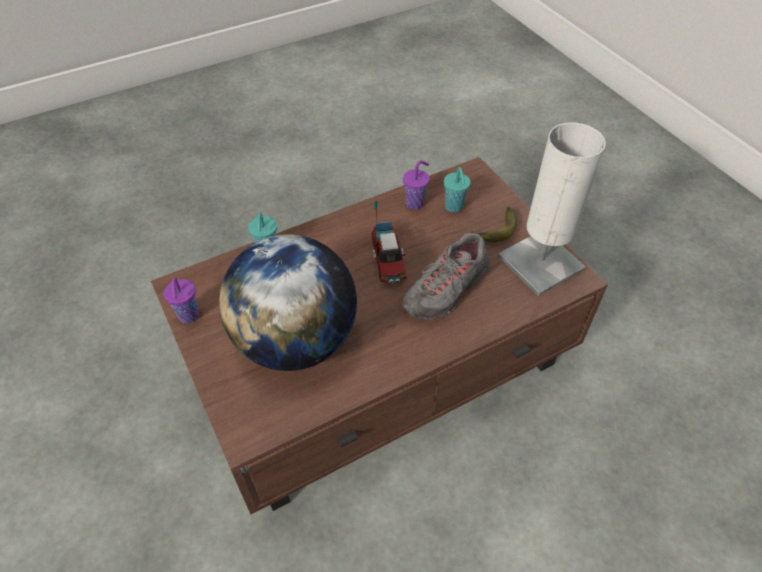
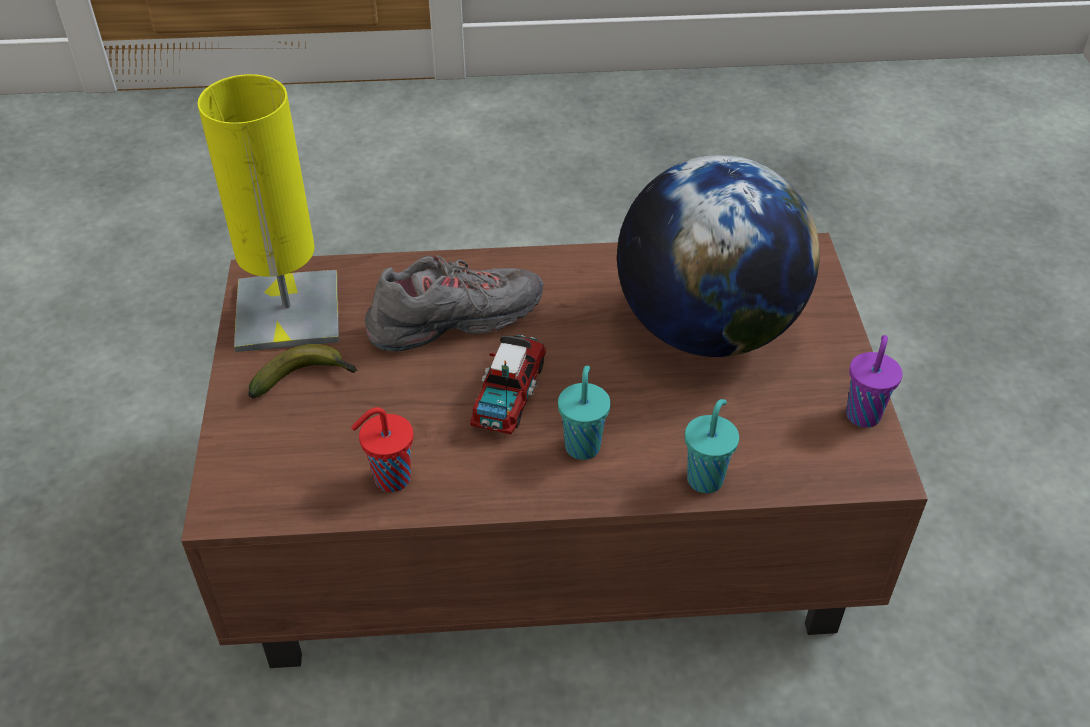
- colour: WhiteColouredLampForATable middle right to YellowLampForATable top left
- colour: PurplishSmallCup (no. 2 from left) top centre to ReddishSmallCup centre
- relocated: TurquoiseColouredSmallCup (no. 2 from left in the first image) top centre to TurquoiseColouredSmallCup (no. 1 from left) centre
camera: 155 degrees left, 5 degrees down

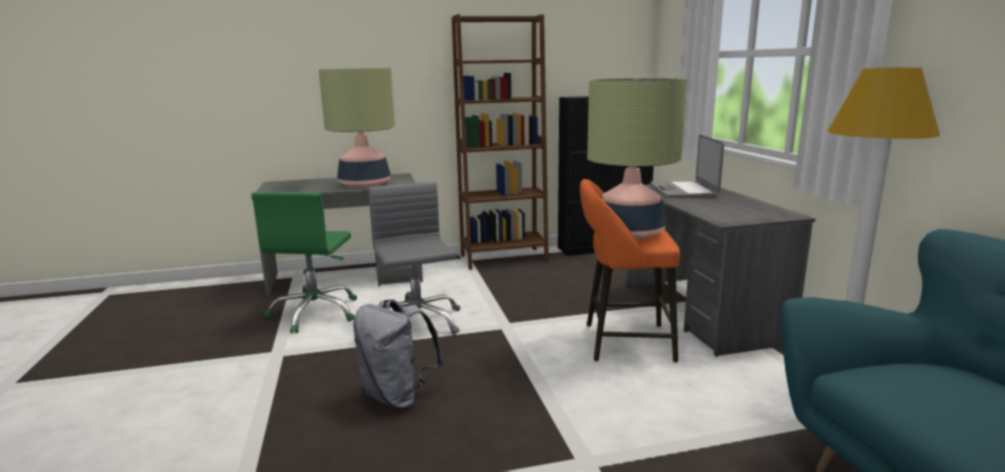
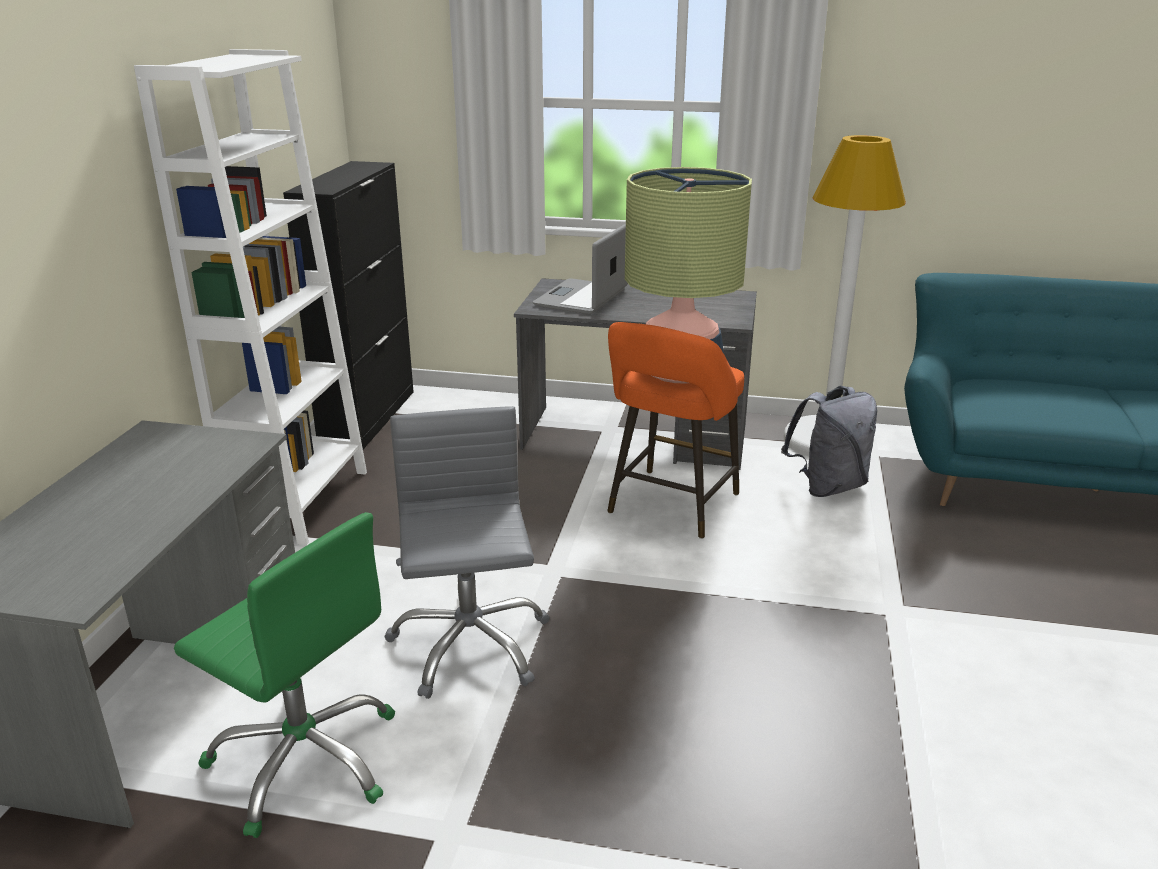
- colour: BrownishBookcase top centre to WhiteColouredBookcase middle left
- missing: LampForATable (no. 1 from left) top centre
- spun: Laptop middle right = top centre 90 degrees clockwise
- spun: GreyDeskChair centre = centre 75 degrees clockwise
- relocated: GreyRucksack bottom centre to middle right
camera: 65 degrees left, 10 degrees up

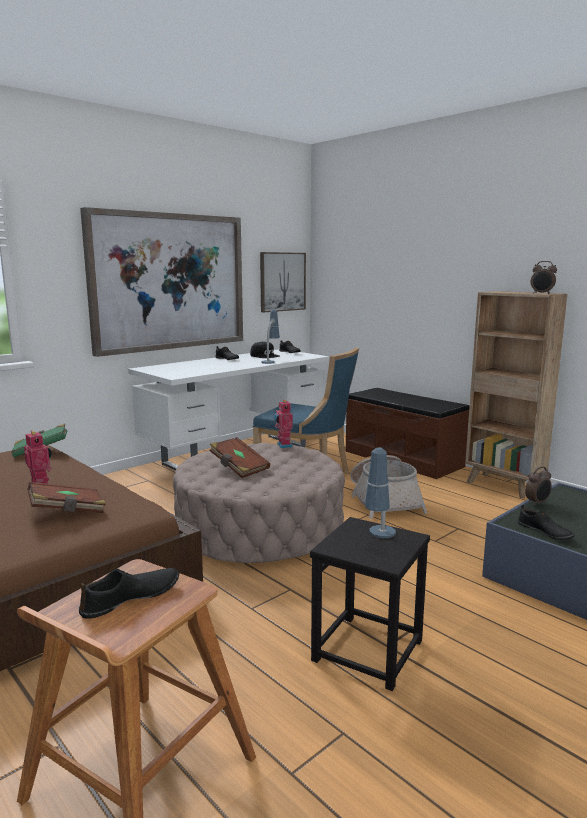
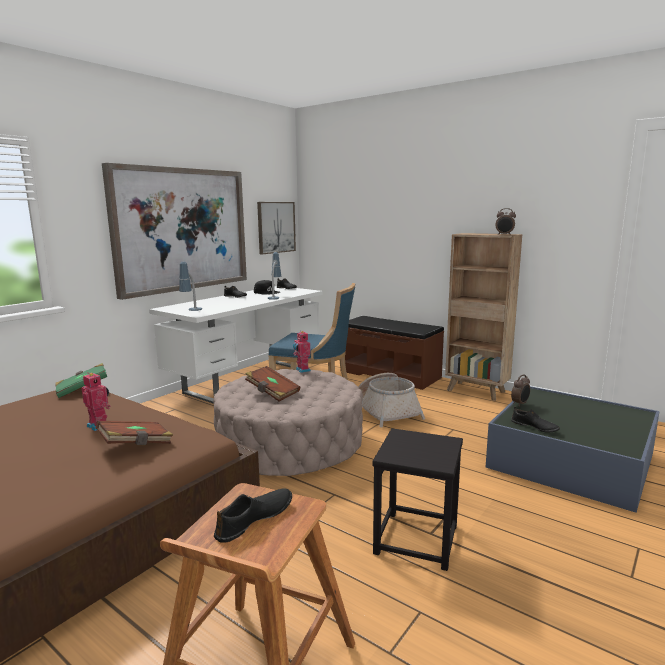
- relocated: LampForATable (no. 2 from left in the first image) centre to LampForATable (no. 1 from left) middle left
camera: 10 degrees left, 0 degrees up

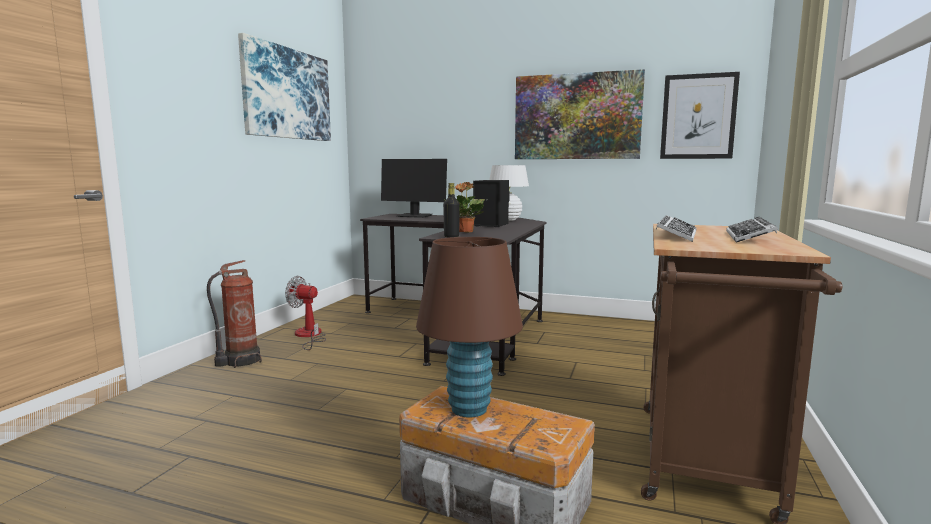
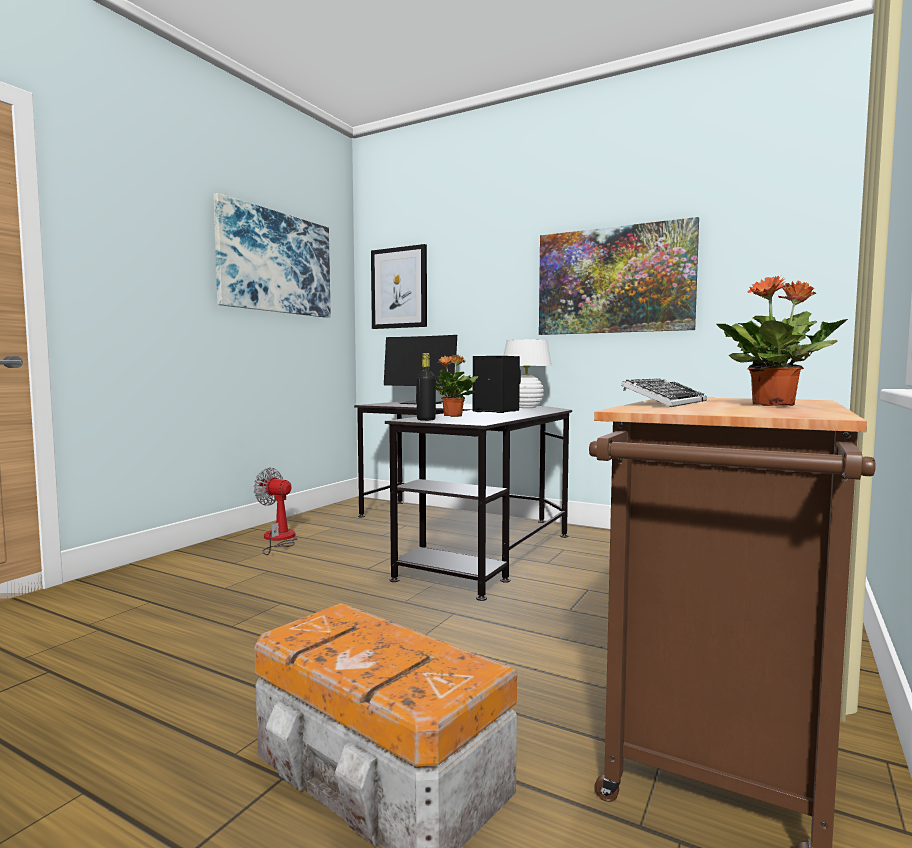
- relocated: Picture (no. 3 from left in the first image) top right to Picture (no. 2 from left) centre
- exchanged: Keyboard (no. 2 from left) middle right to Houseplant (no. 2 from left) middle right
- missing: BrownishLampForATable centre
- missing: FireFightingCylinder middle left
camera: 10 degrees right, 5 degrees down

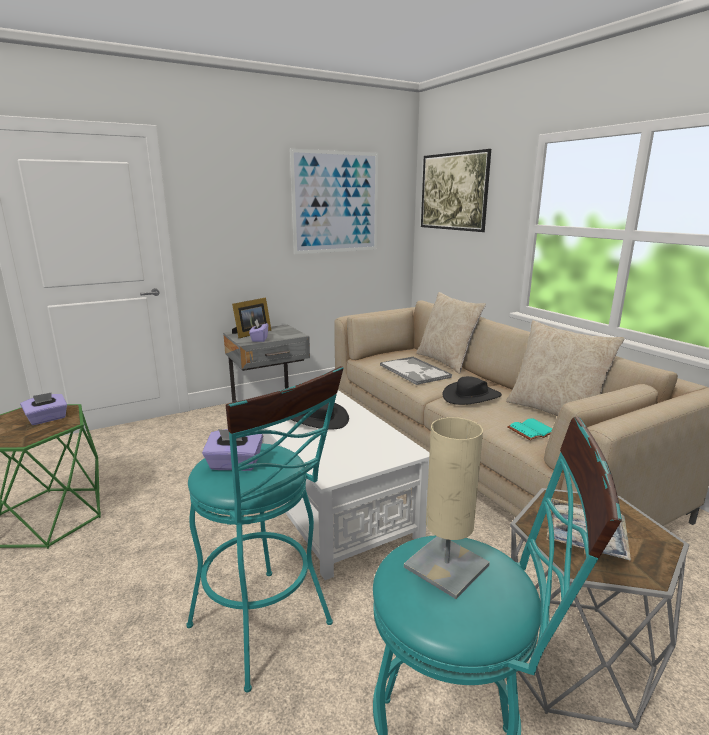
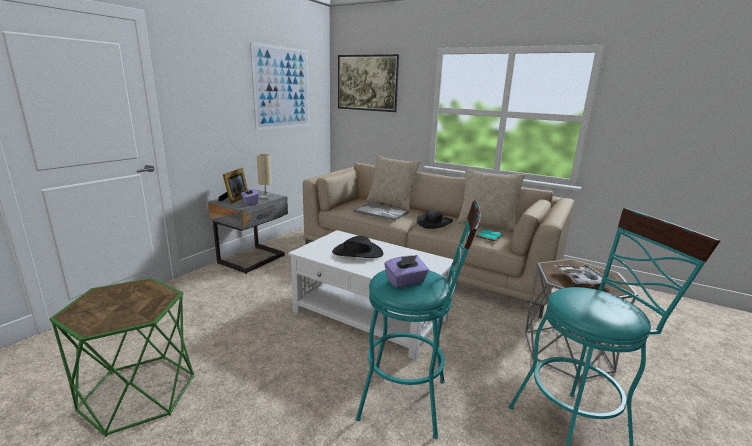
- missing: PurplishBoxOfTissues (no. 1 from left) middle left
- relocated: BeigeColouredLampForATable bottom centre to centre
camera: 30 degrees left, 0 degrees up

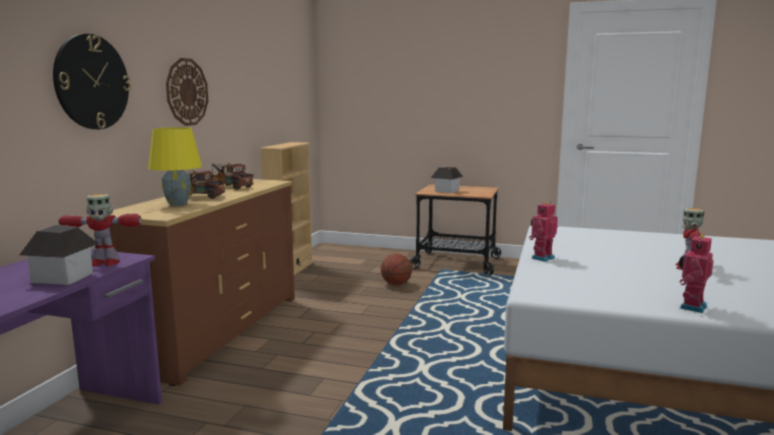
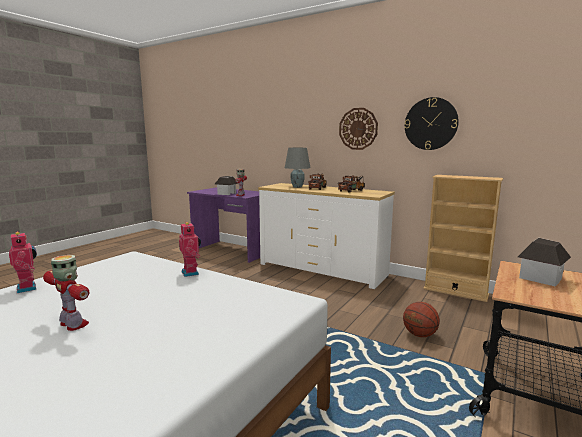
- relocated: ClockOnTheWall (no. 1 from left in the first image) top left to ClockOnTheWall (no. 2 from left) top right
- colour: YellowLampForATable middle left to GreyLampForATable centre
- colour: BrownishDrawerChest middle left to WhiteColouredDrawerChest centre
camera: 105 degrees right, 0 degrees up

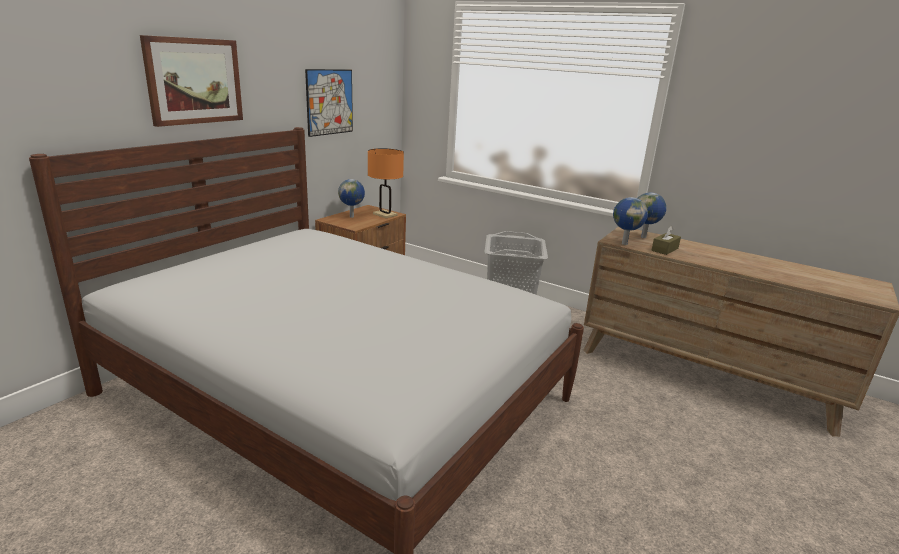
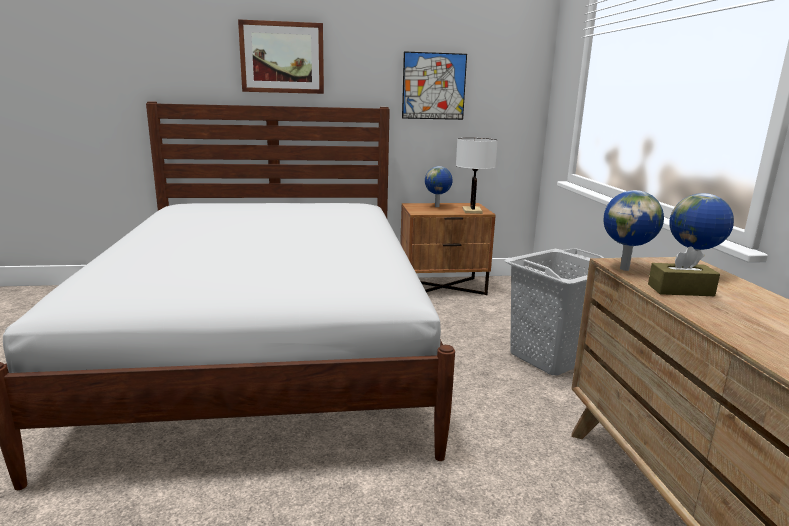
- colour: OrangeLampForATable top centre to WhiteColouredLampForATable centre
camera: 50 degrees right, 5 degrees down

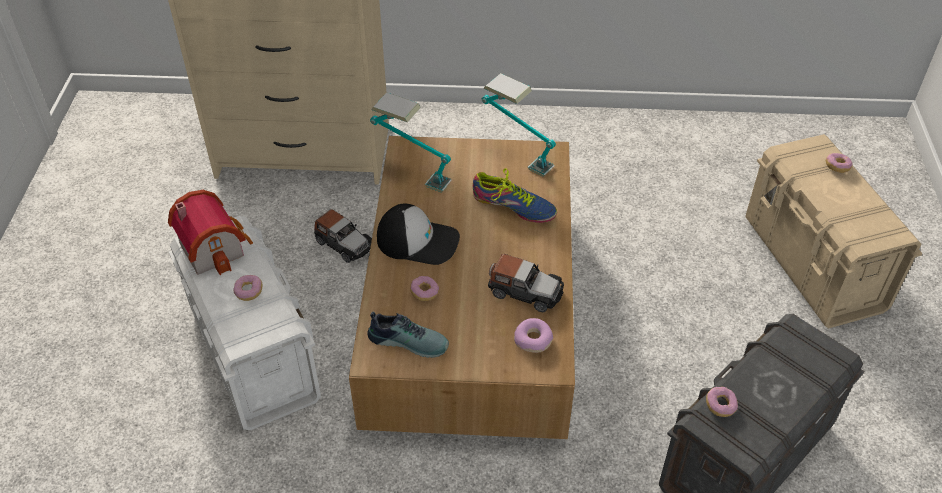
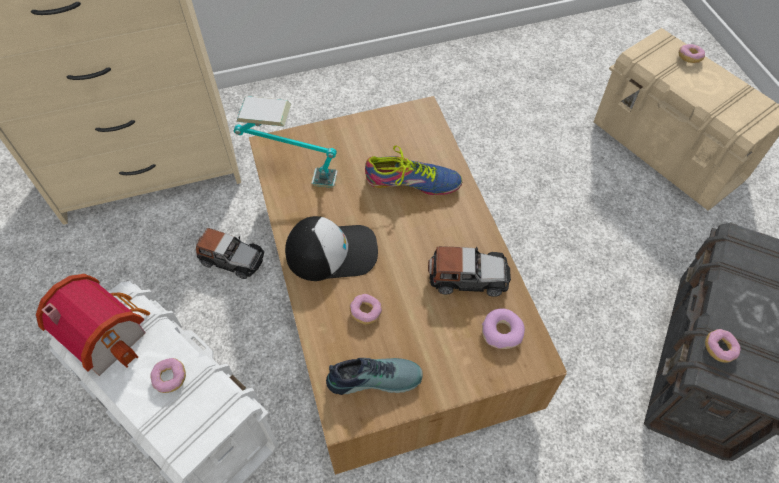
- missing: LampForATable (no. 2 from left) top centre
camera: 20 degrees left, 10 degrees up

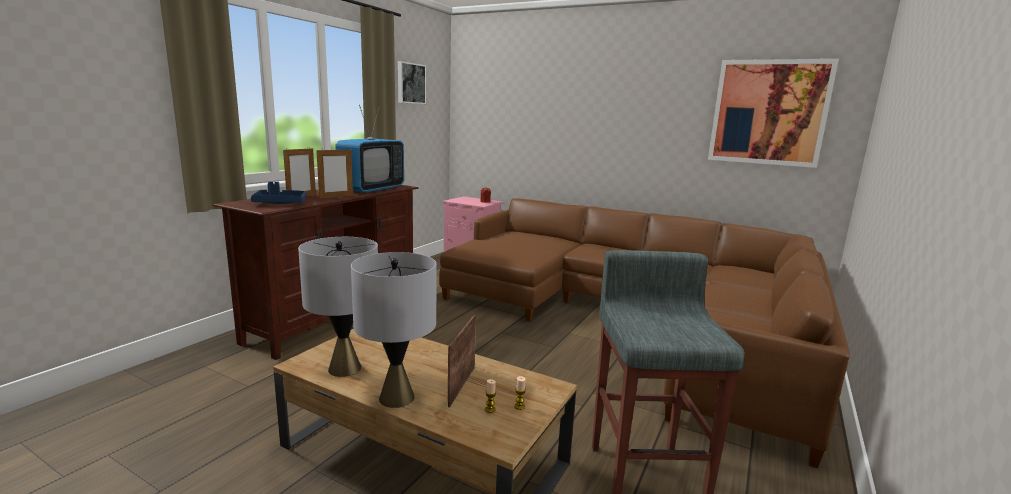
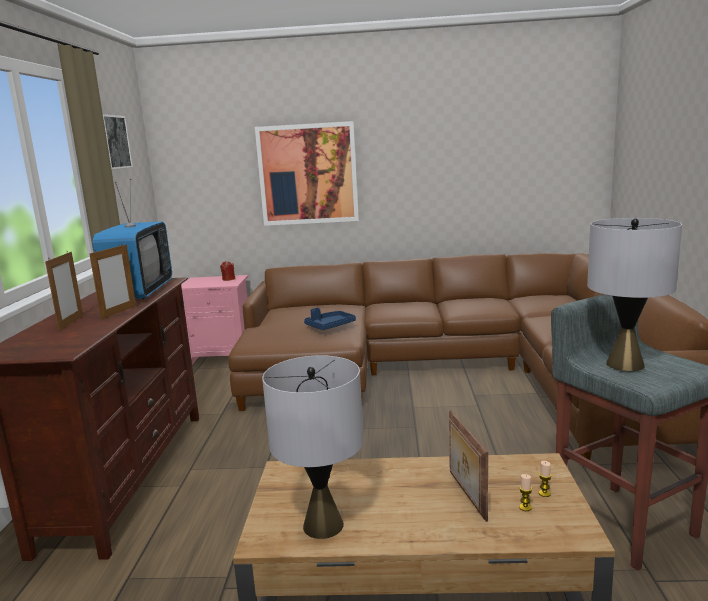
- relocated: Picture (no. 2 from left) top right to top centre
- relocated: BlueCarryingTray middle left to centre
- relocated: GreyLampForATable (no. 2 from left) bottom centre to middle right
camera: 25 degrees left, 0 degrees up

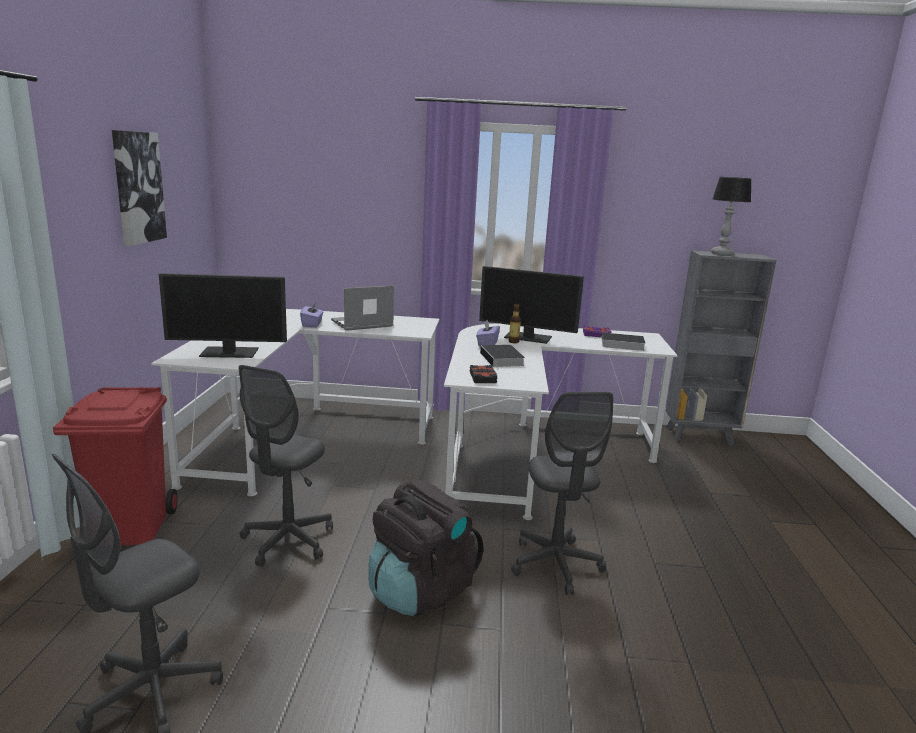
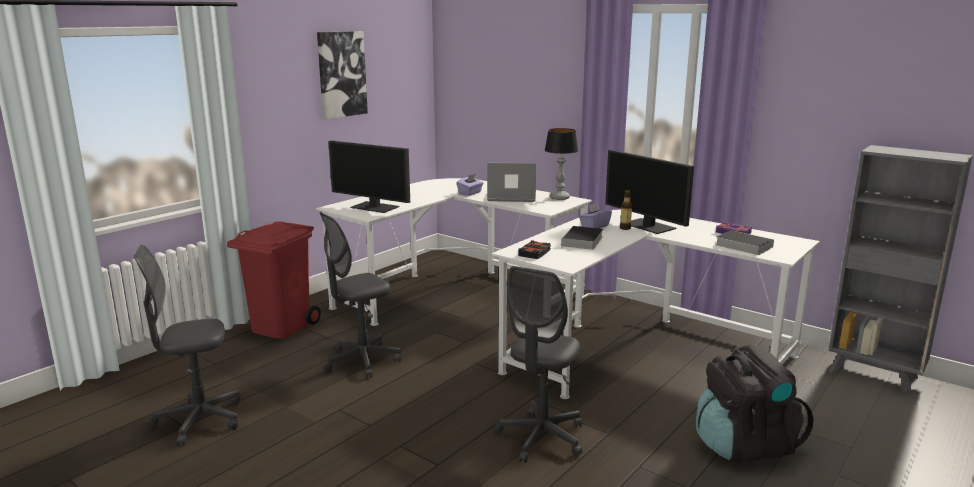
- relocated: LampForATable top right to centre
- relocated: BlackRucksack bottom centre to bottom right
camera: 35 degrees right, 0 degrees up

